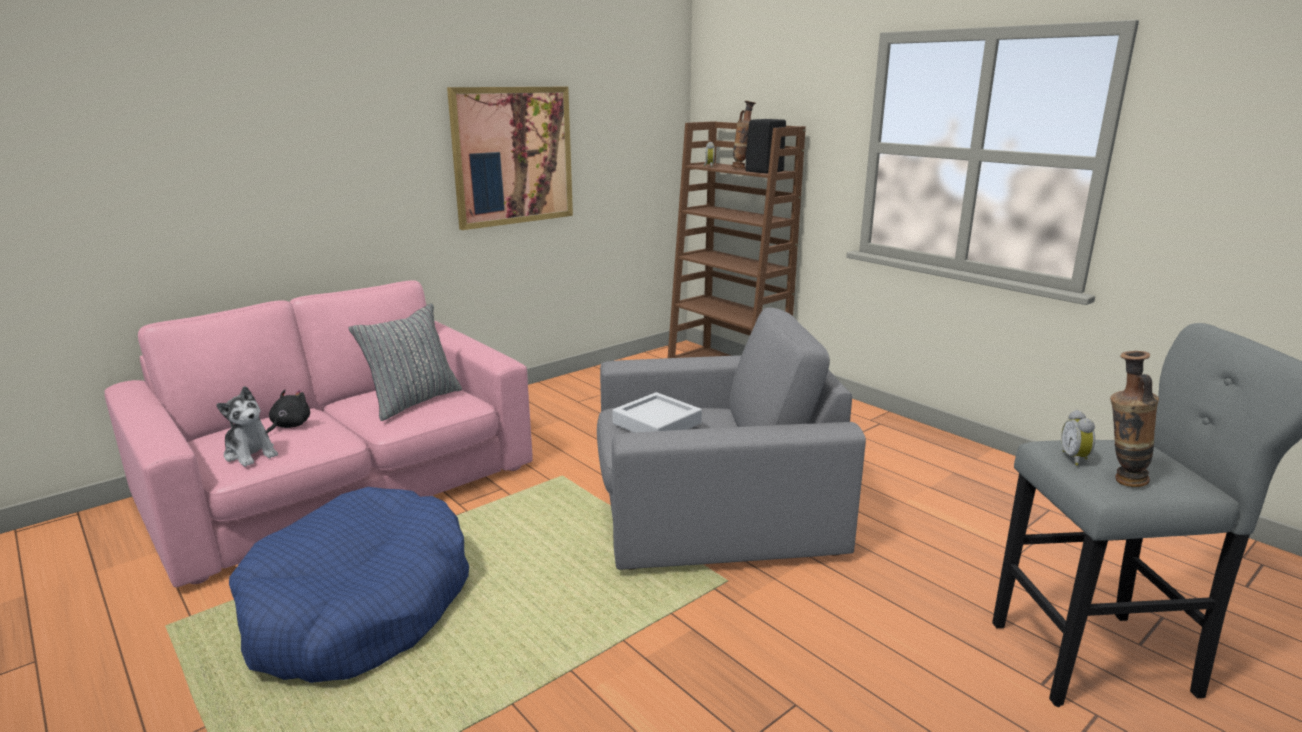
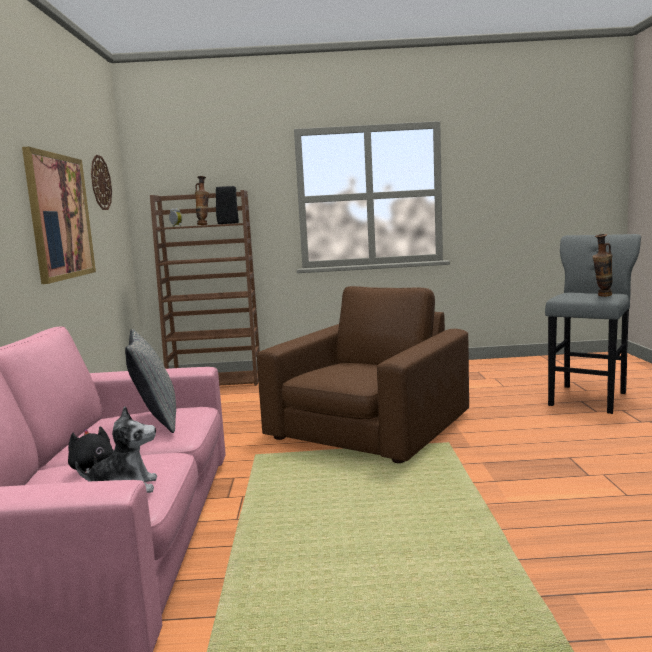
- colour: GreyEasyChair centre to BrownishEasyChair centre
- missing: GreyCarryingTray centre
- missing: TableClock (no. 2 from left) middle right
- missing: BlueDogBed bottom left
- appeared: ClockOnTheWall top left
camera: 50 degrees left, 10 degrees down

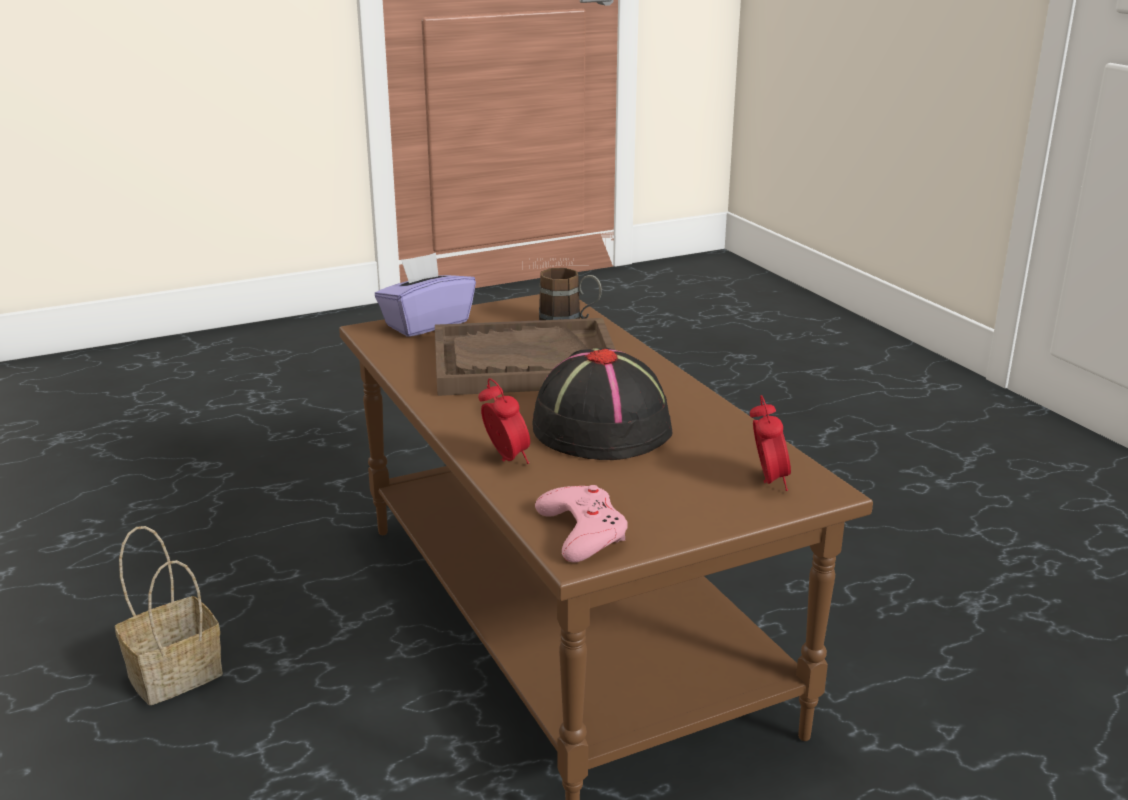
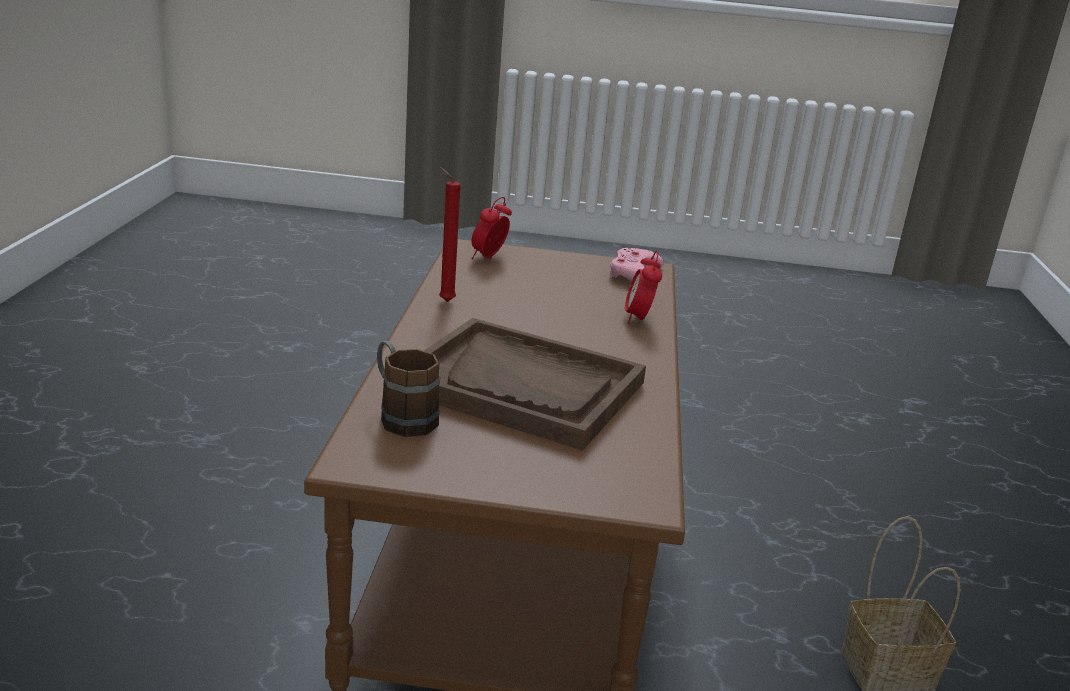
- missing: PurplishBoxOfTissues centre
- missing: BlackHat centre
- appeared: ReddishWaxCandle centre
camera: 150 degrees left, 0 degrees up

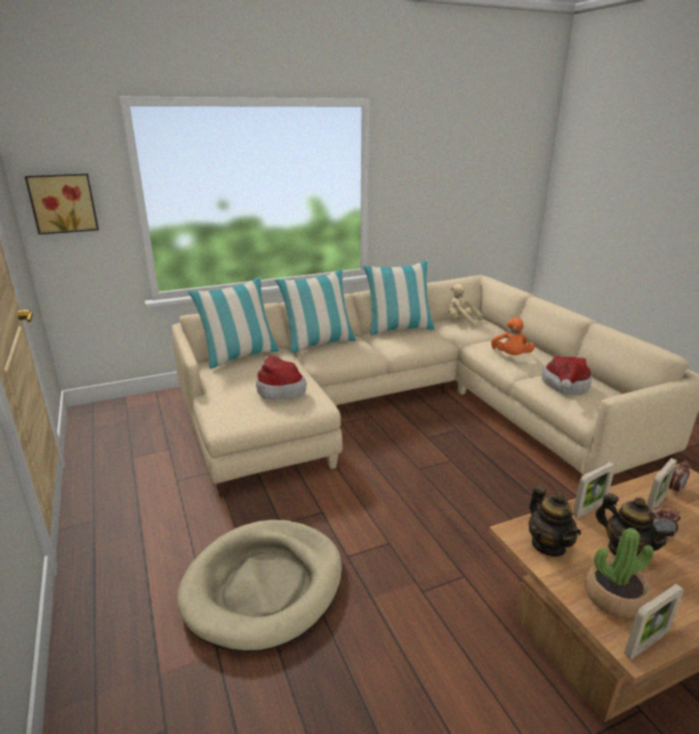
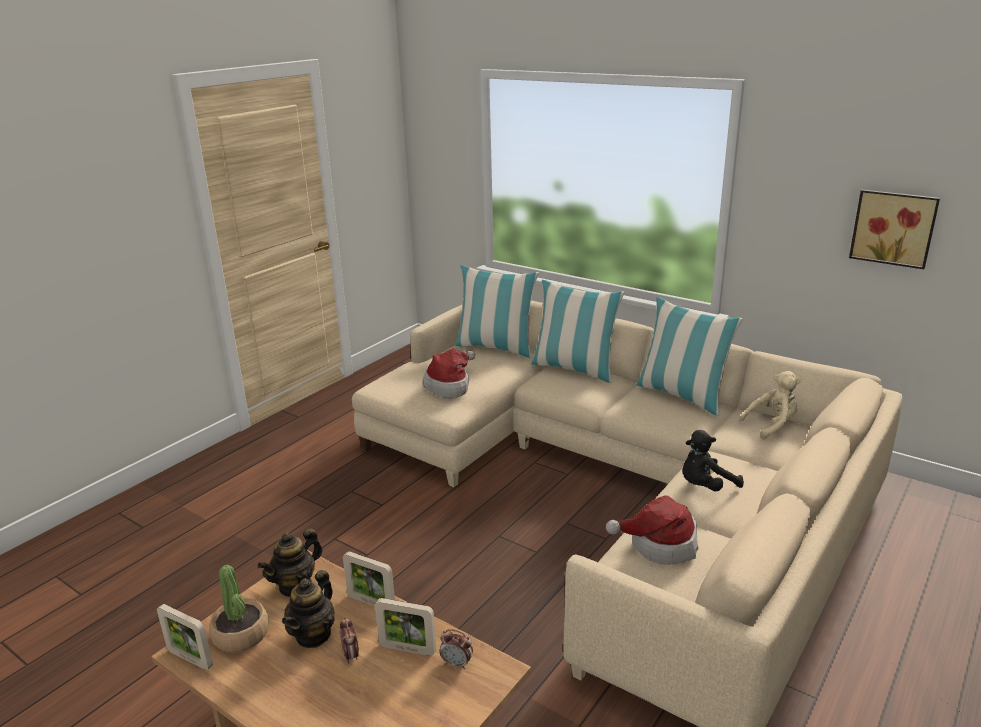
- relocated: Picture top left to top right
- spun: BeigeColouredPlushToy centre = middle right 75 degrees clockwise
- colour: OrangePlushToy middle right to BlackPlushToy middle right
- missing: BeigeColouredDogBed bottom centre
camera: 60 degrees right, 0 degrees up

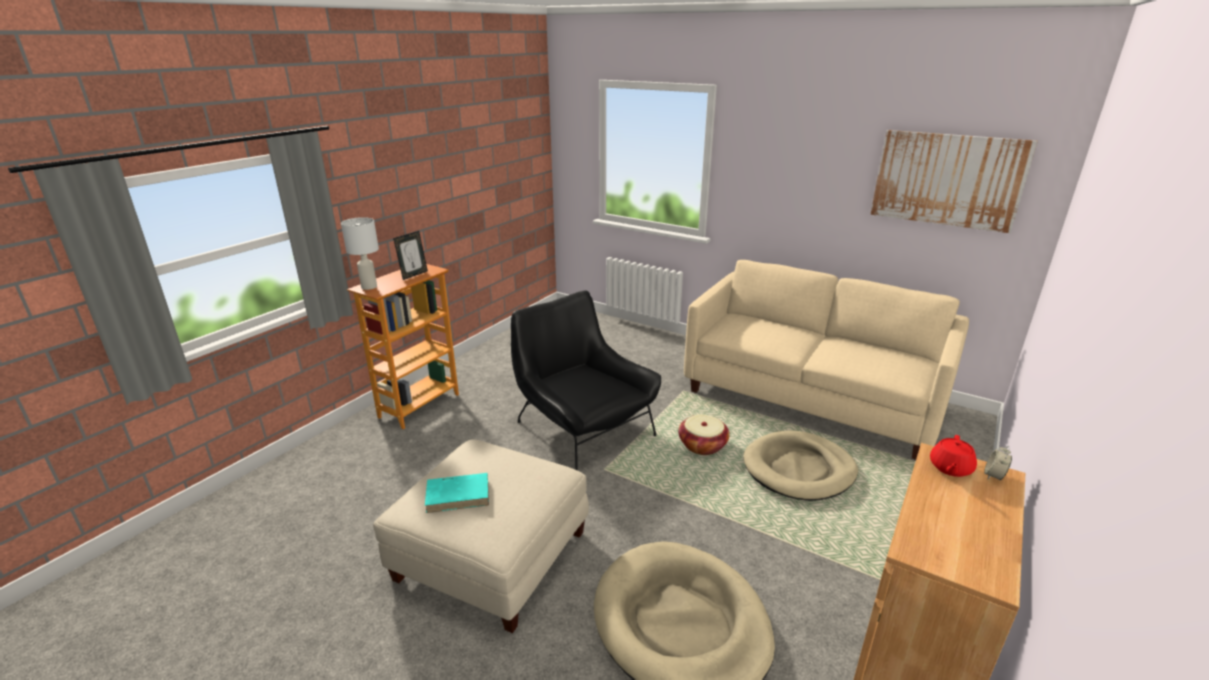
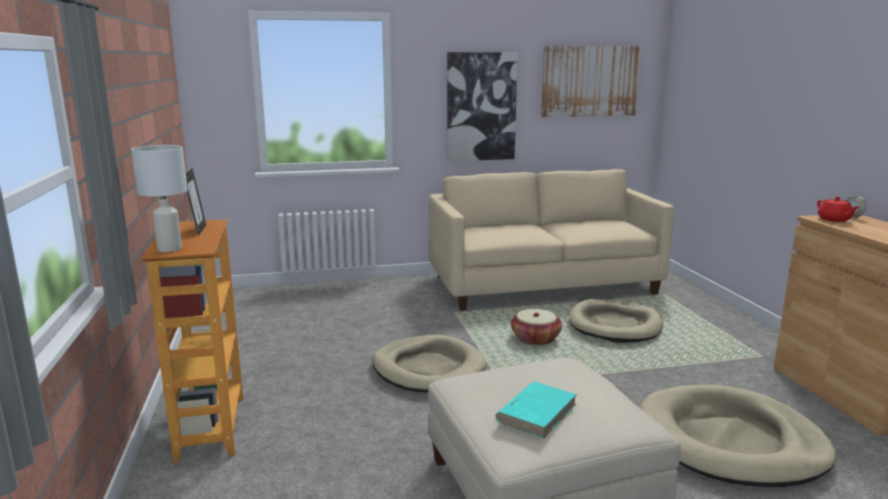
- exchanged: BlackEasyChair centre to BeigeColouredDogBed (no. 1 from left) bottom centre
- appeared: Picture (no. 1 from left) top centre
camera: 45 degrees left, 10 degrees down

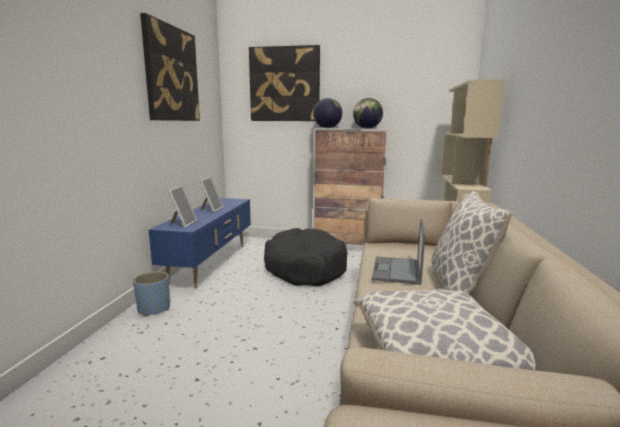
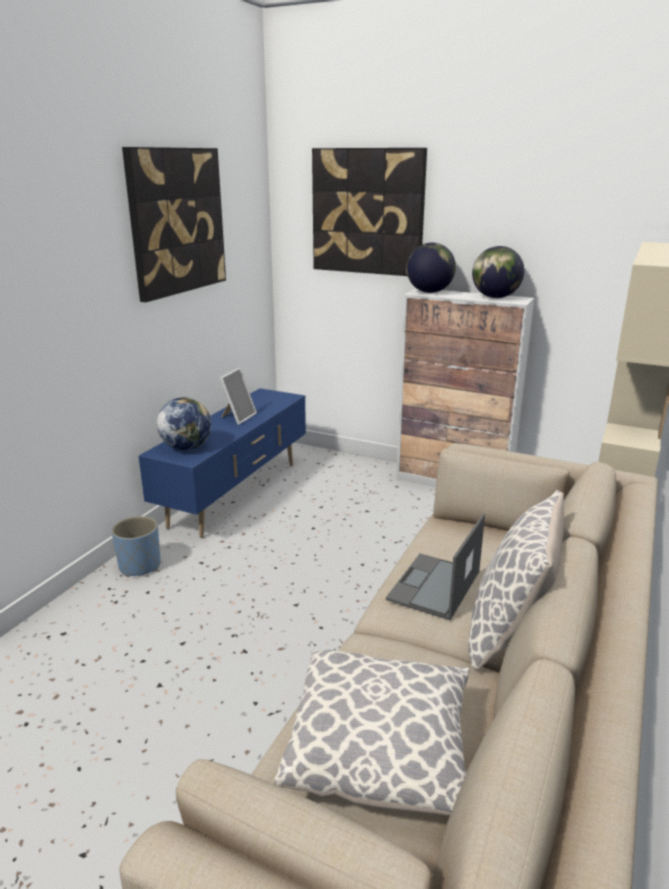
- exchanged: StandingFrame (no. 1 from left) middle left to Globe (no. 1 from left) middle left
- missing: BlackDogBed centre
camera: 15 degrees right, 10 degrees up

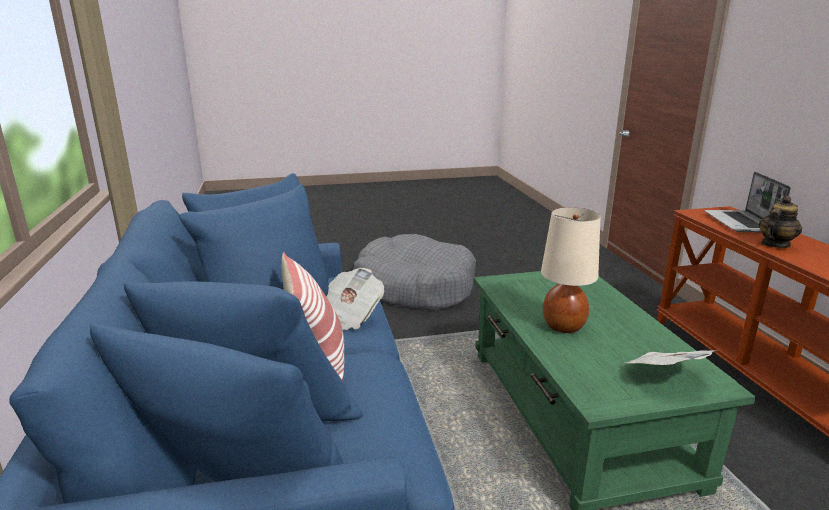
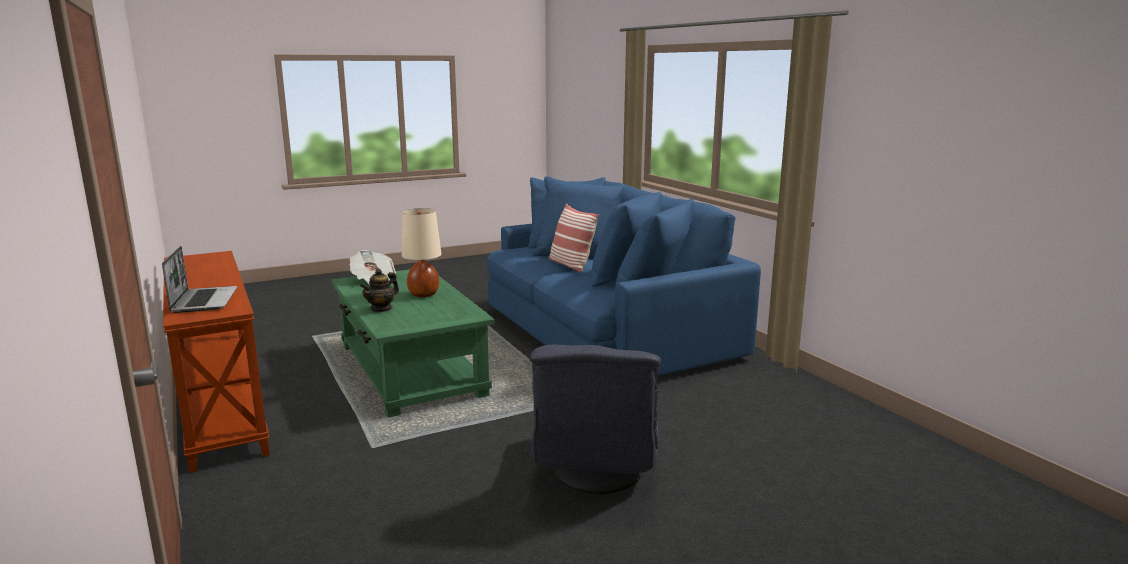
- relocated: TeaPot middle right to centre
- exchanged: GreyDogBed centre to GreyEasyChair bottom centre
- missing: PrintedPaper (no. 1 from left) centre
camera: 165 degrees right, 5 degrees down

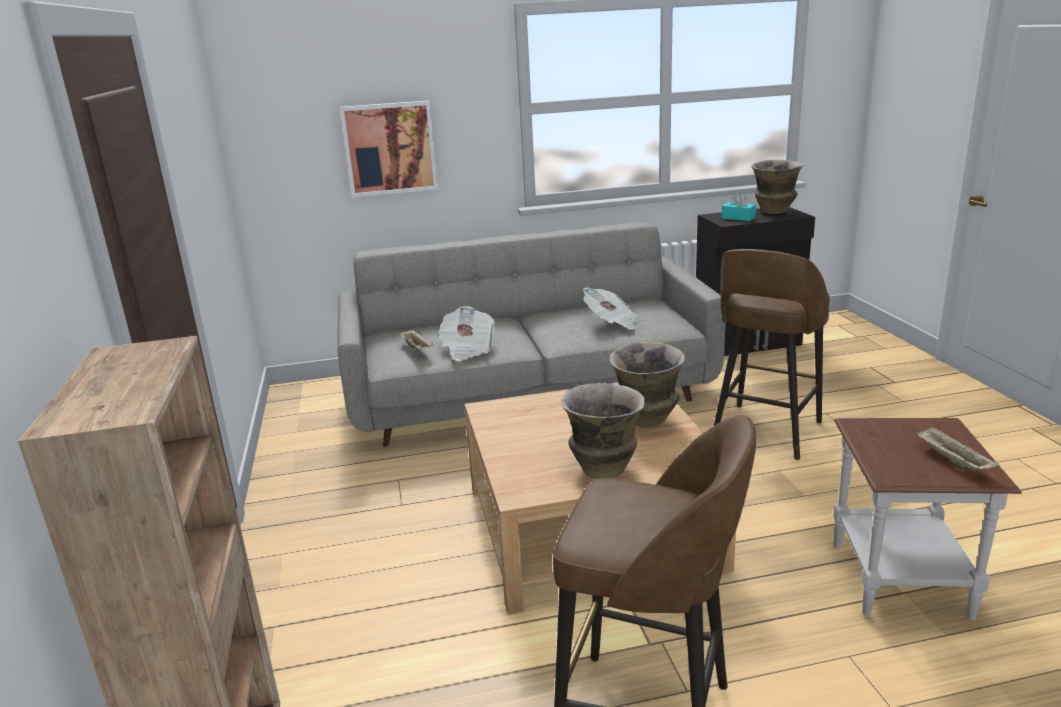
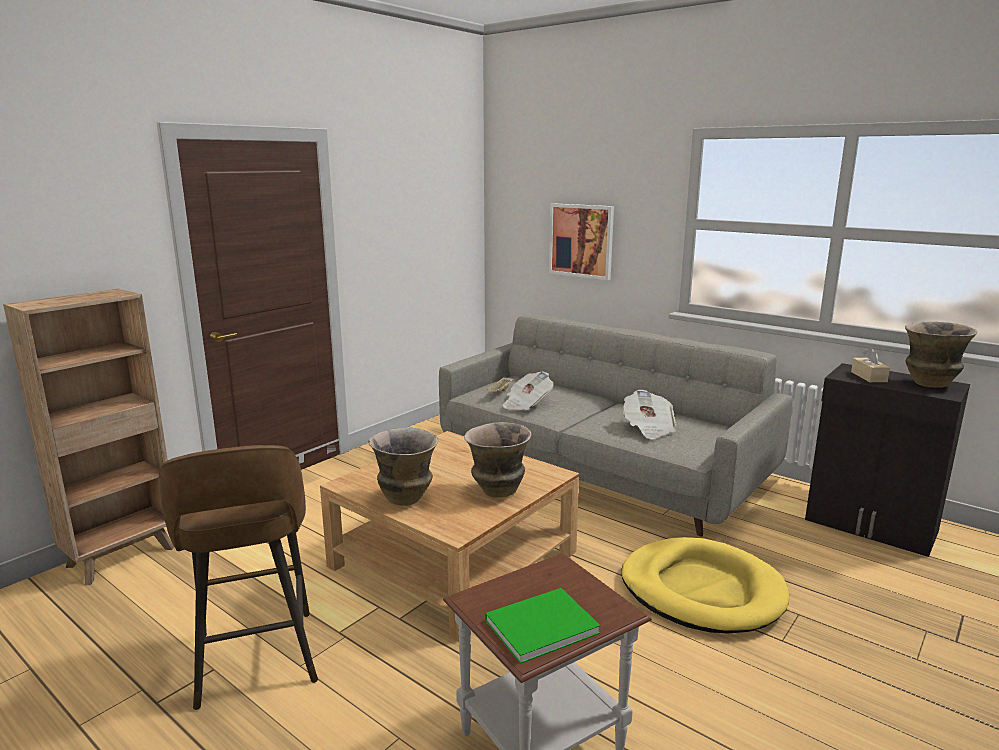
- colour: TurquoiseColouredBoxOfTissues top right to BeigeColouredBoxOfTissues middle right
- exchanged: BrownishStoolSeat (no. 2 from left) middle right to YellowDogBed bottom right
- exchanged: BeigeColouredCarryingTray (no. 2 from left) middle right to GreenColouredBoundBook bottom centre
camera: 50 degrees right, 5 degrees down

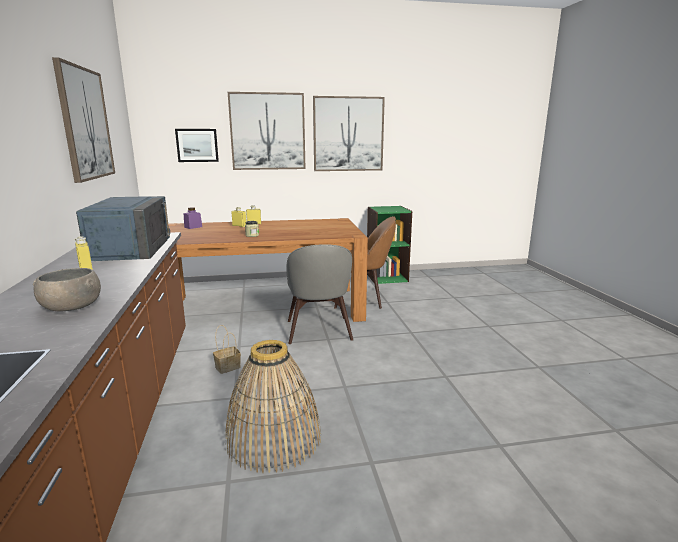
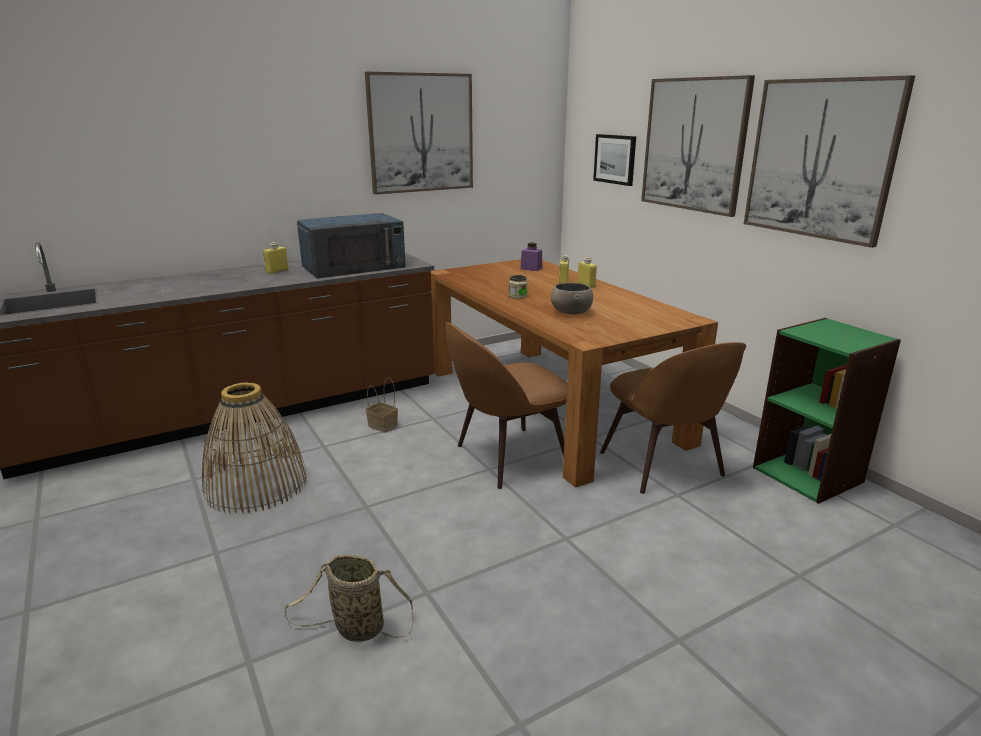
- colour: GreyPlainChair centre to BrownishPlainChair (no. 1 from left) centre
- relocated: GreyBowl middle left to centre
- appeared: Basket (no. 2 from left) bottom centre
camera: 70 degrees right, 5 degrees up

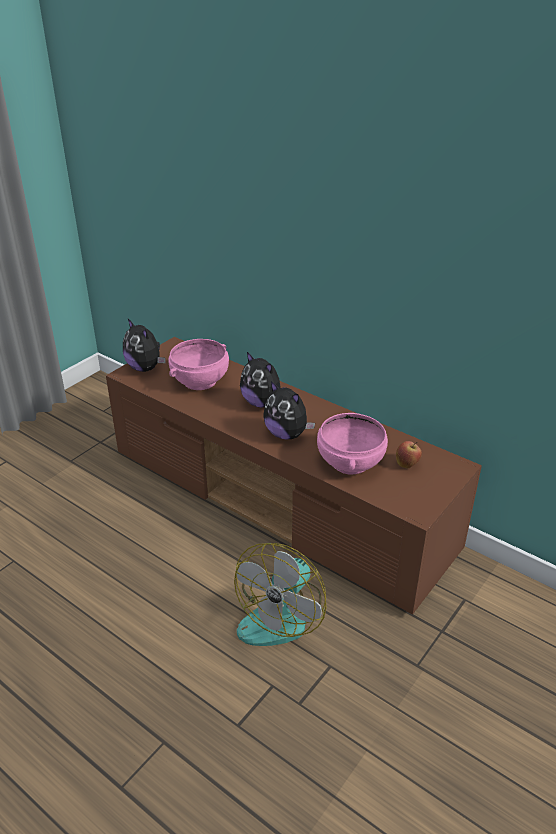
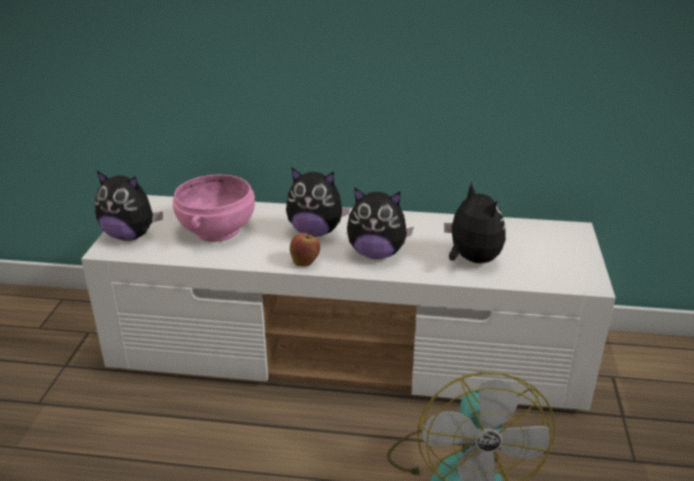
- colour: BrownishMediaConsole centre to WhiteColouredMediaConsole centre
- exchanged: PinkBowl (no. 2 from left) centre to PlushToy (no. 4 from left) middle right
- relocated: Apple middle right to centre
camera: 30 degrees left, 5 degrees down

